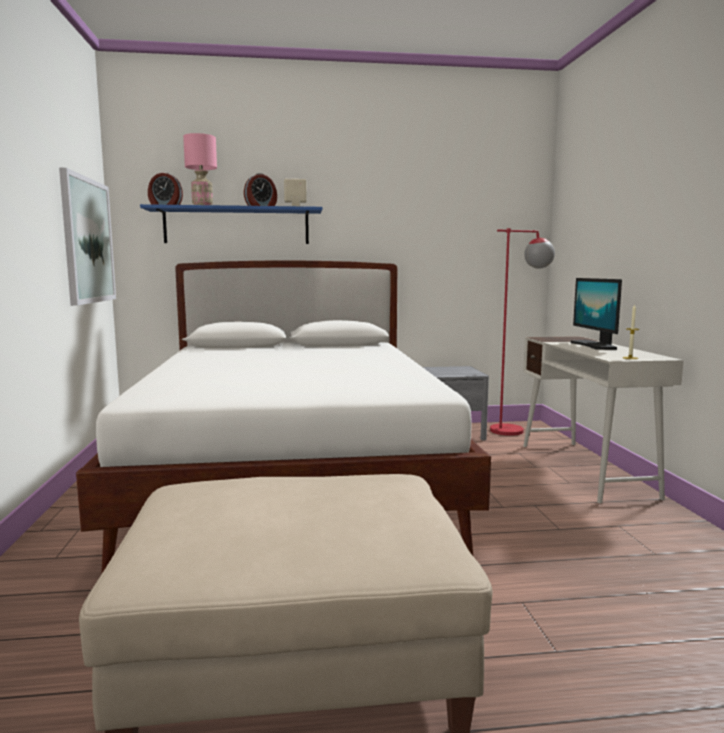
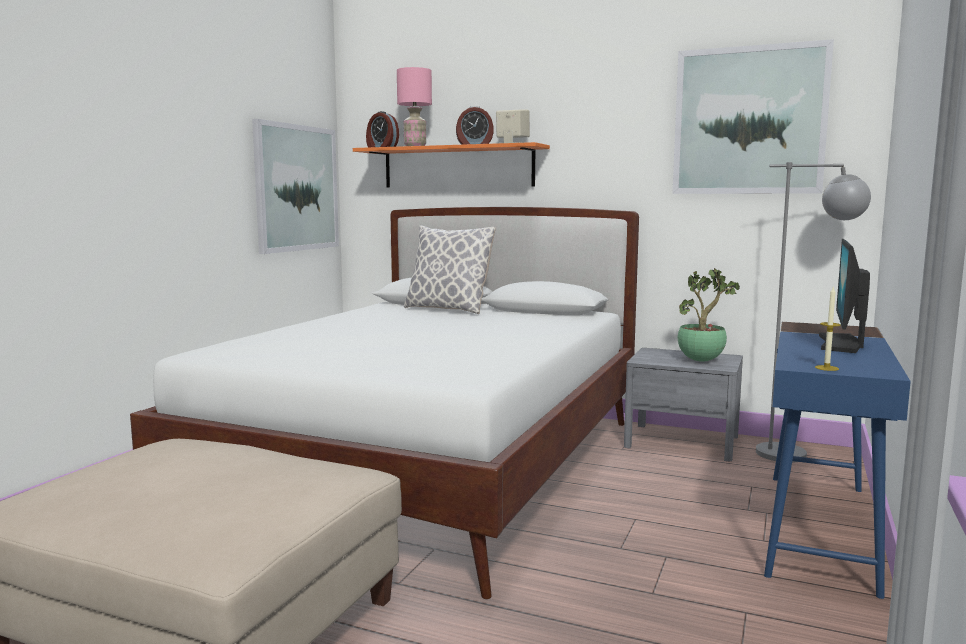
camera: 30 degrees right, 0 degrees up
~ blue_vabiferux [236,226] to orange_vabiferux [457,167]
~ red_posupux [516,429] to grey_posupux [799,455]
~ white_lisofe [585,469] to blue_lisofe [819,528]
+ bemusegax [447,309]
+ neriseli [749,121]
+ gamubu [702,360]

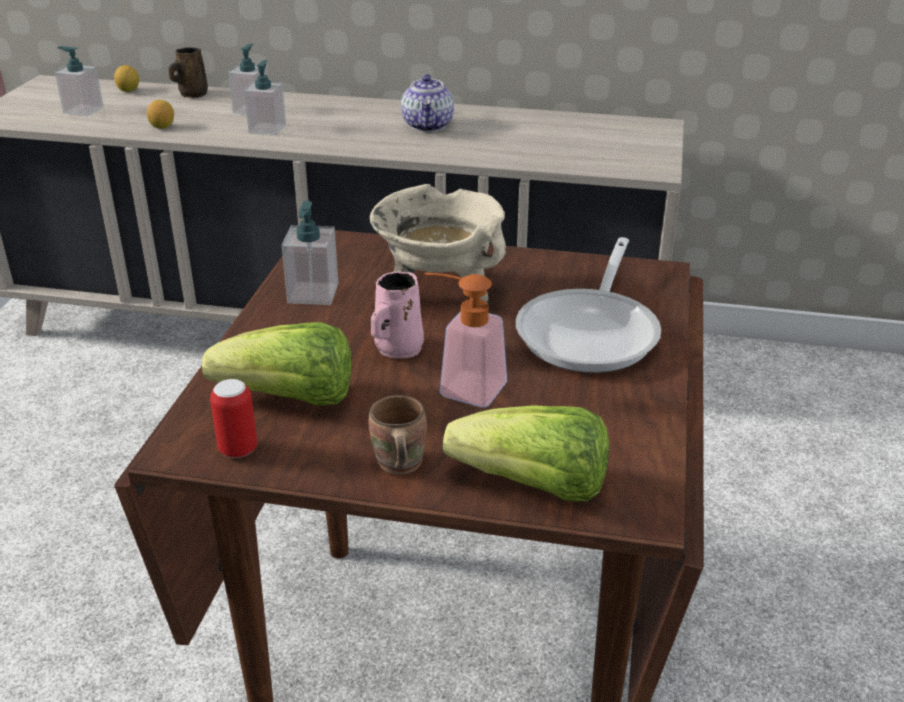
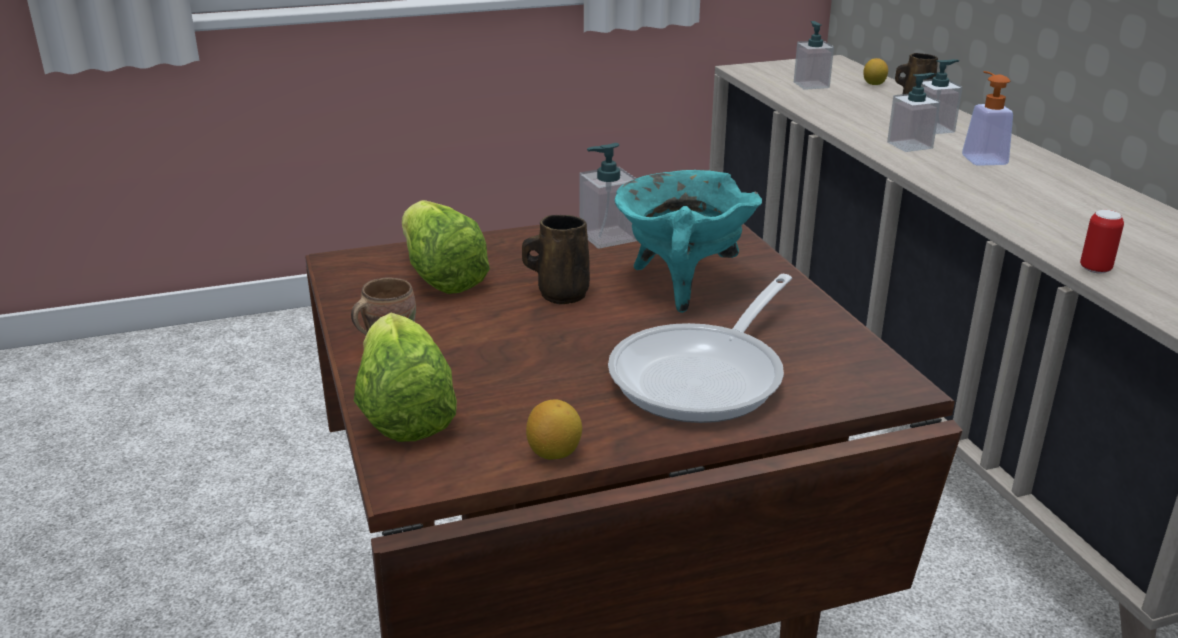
camera: 60 degrees right, 5 degrees down
~ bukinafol [162,127] to [554,453]
~ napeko [238,449] to [1095,269]
~ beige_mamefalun [439,292] to turquoise_mamefalun [681,284]
~ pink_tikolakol [397,349] to brown_tikolakol [560,294]
- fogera [428,126]
~ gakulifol [462,387] to [981,157]
~ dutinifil [591,332] = [705,376] 45 degrees counterclockwise

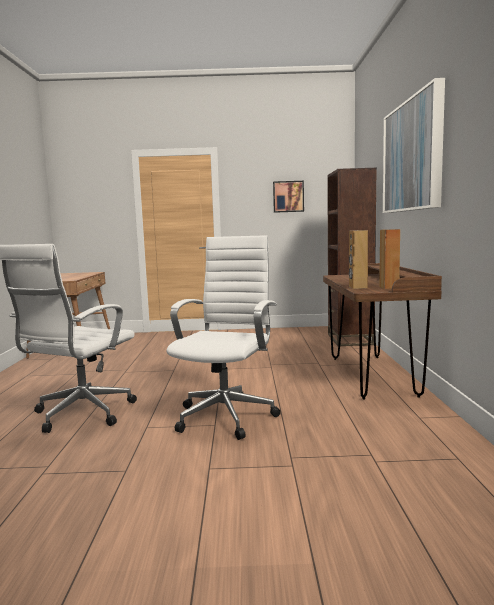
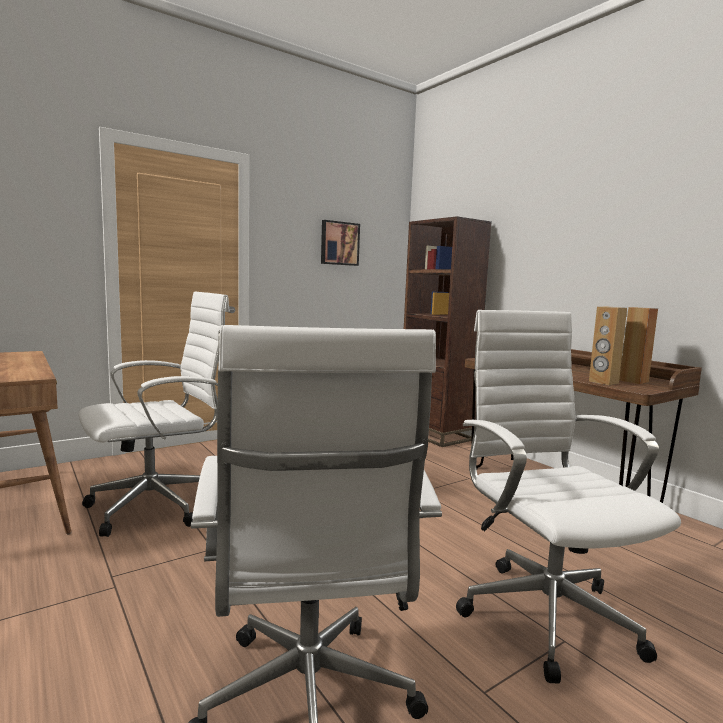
camera: 35 degrees left, 0 degrees up
- neriseli [413,156]
+ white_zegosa [158,506]

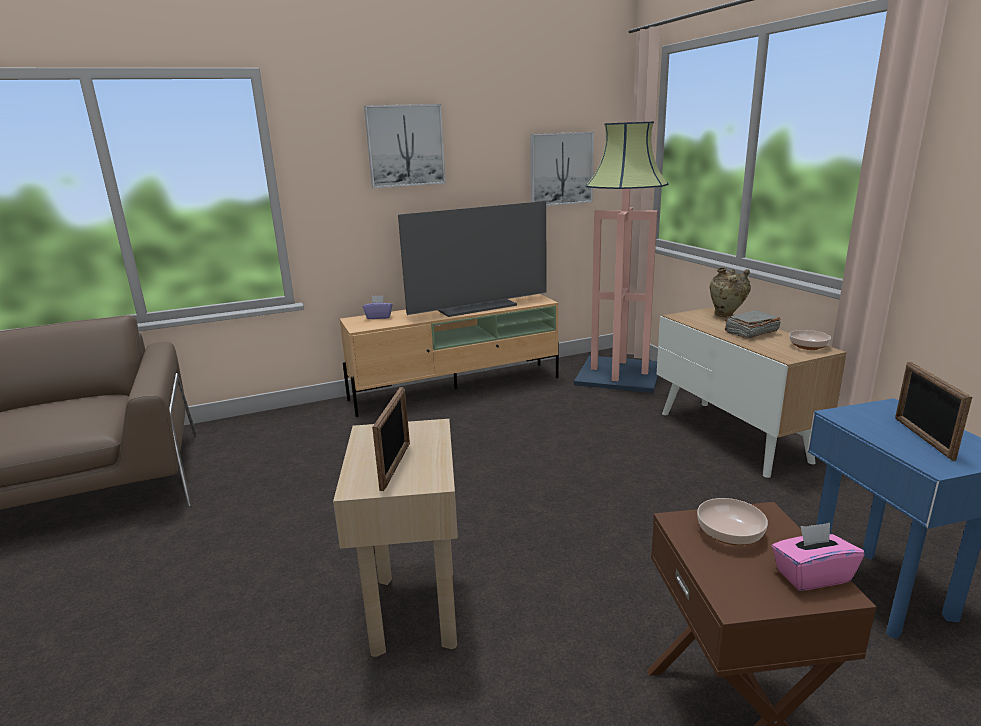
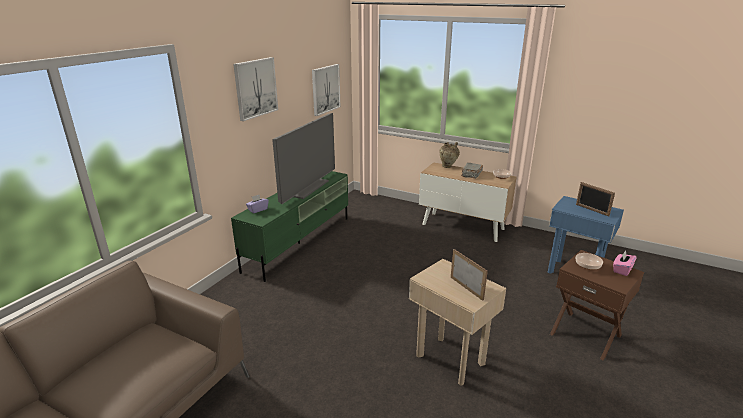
camera: 40 degrees left, 5 degrees up
~ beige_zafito [457,388] to green_zafito [300,243]
- posupux [618,375]

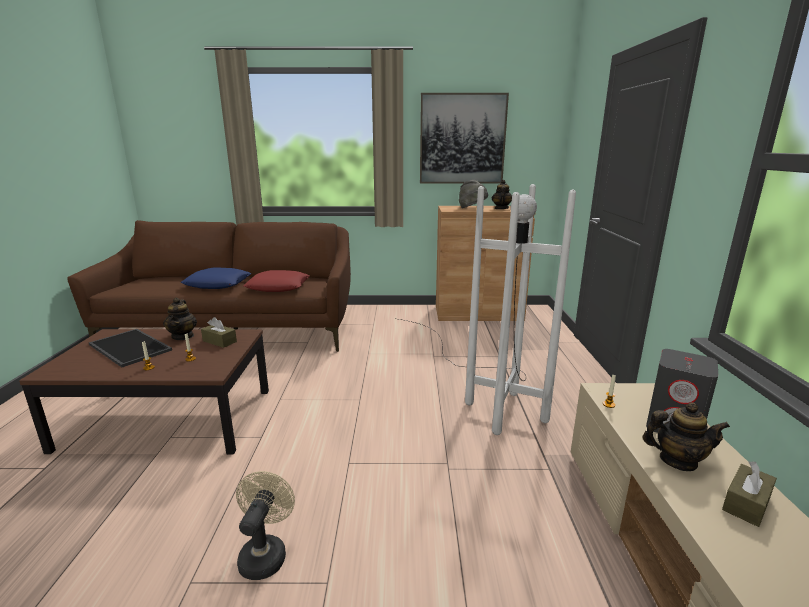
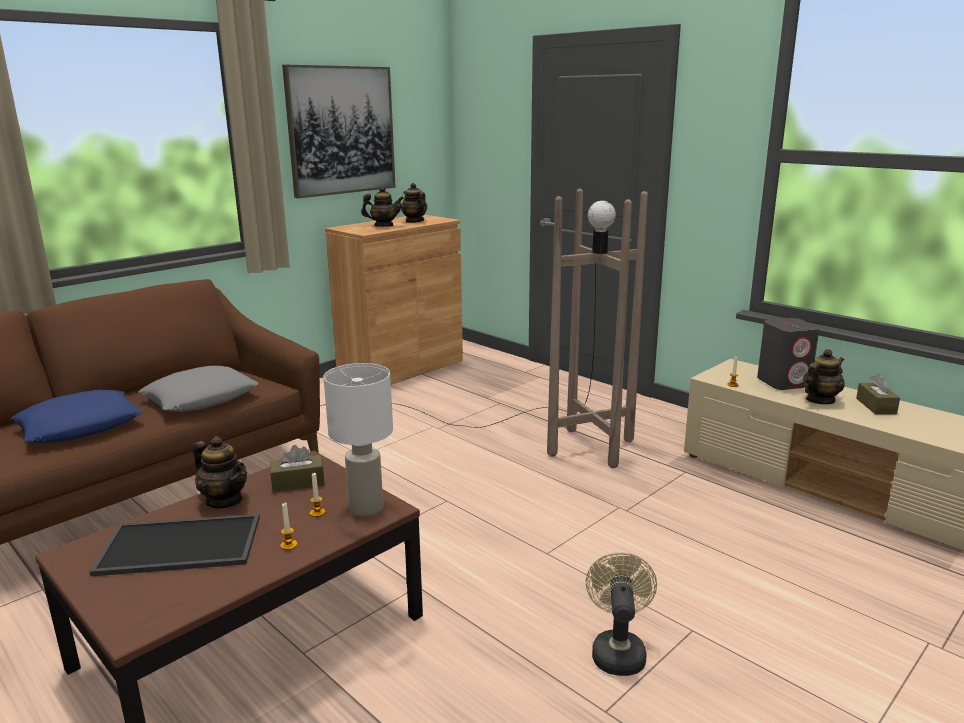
camera: 45 degrees left, 0 degrees up
~ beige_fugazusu [265,553] = [617,650] 45 degrees clockwise
~ red_bemusegax [278,287] to grey_bemusegax [201,398]
~ white_posupux [480,380] to brown_posupux [524,431]
~ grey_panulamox [472,208] to fogera [383,226]
+ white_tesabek [366,507]

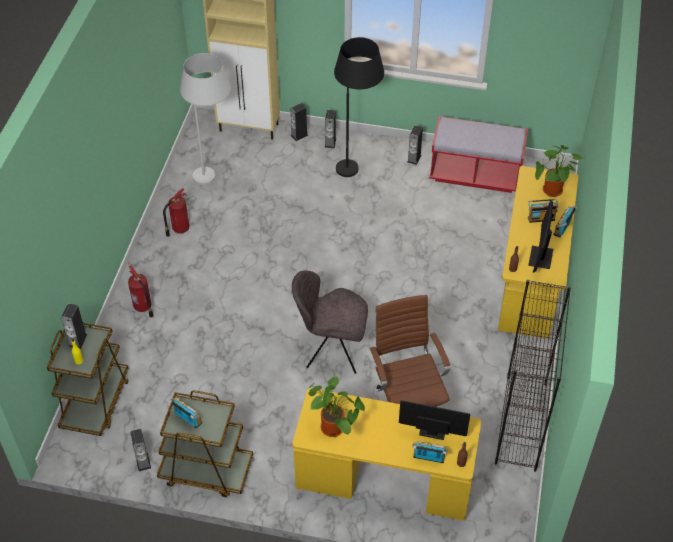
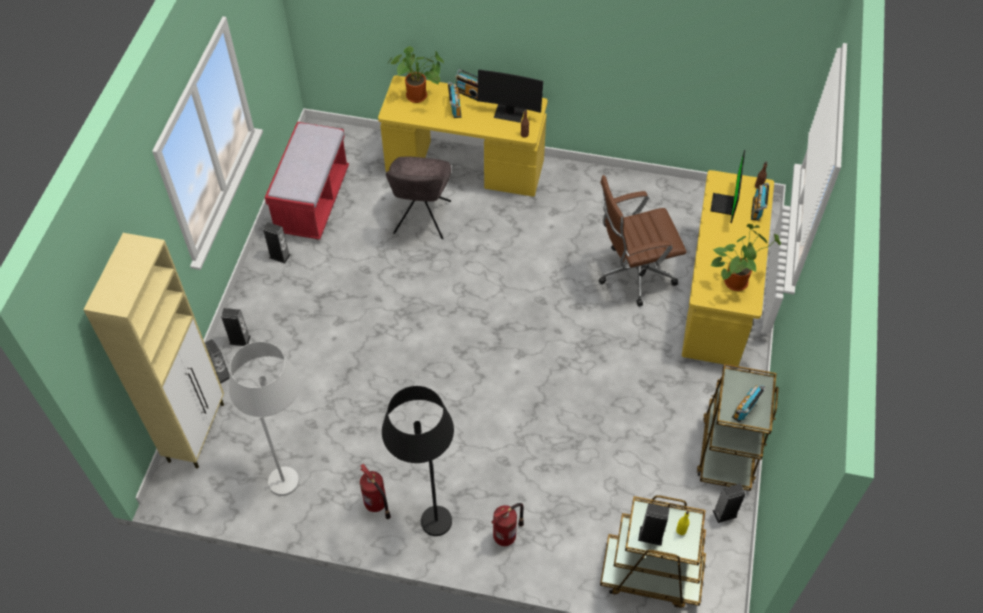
camera: 90 degrees left, 5 degrees up
~ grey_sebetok [332,350] to [421,219]
~ black_posupux [357,163] to [426,508]
- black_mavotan [521,423]

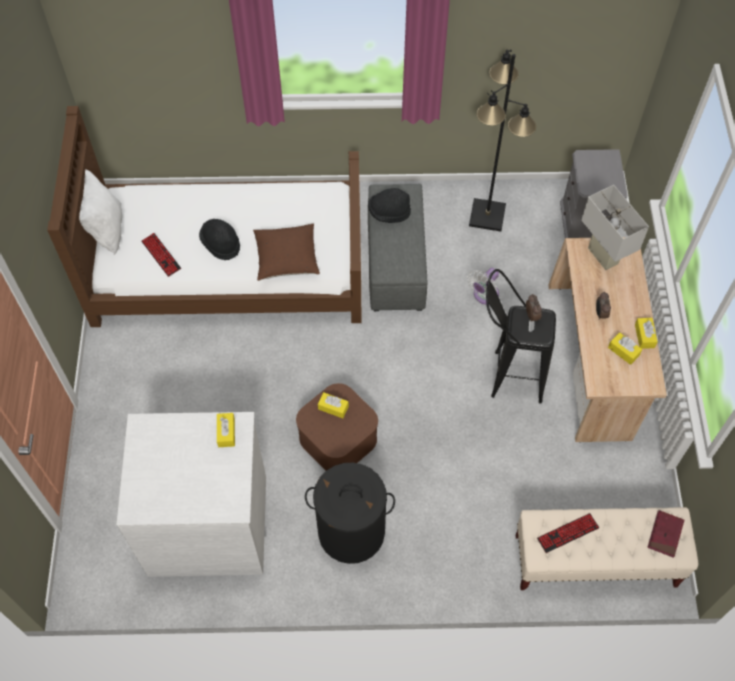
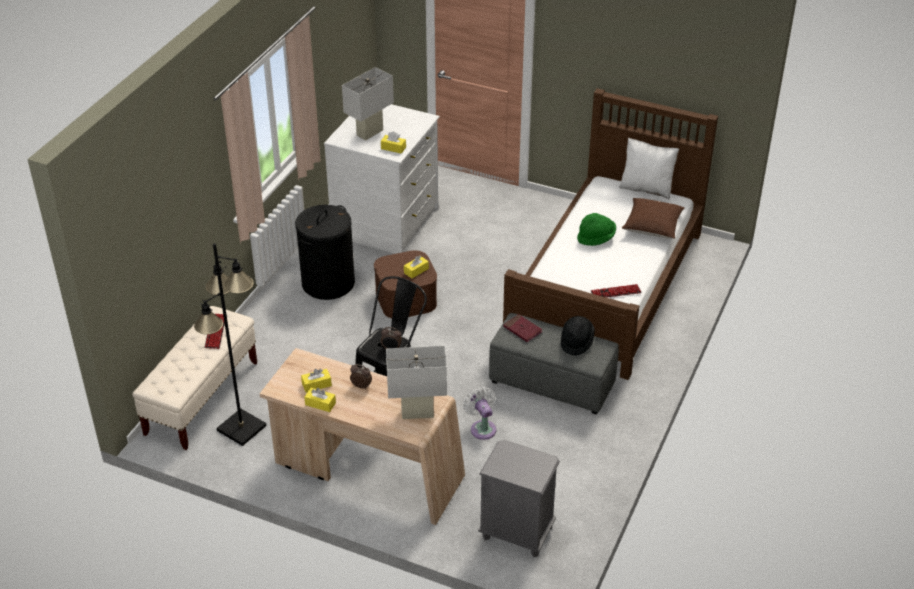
camera: 115 degrees right, 20 degrees down
~ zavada [161,255] to [615,292]
~ black_panulamox [221,244] to green_panulamox [596,238]
~ brown_bemusegax [287,259] to [652,227]
~ black_posupux [488,215] to [241,428]
~ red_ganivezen [665,534] to [522,329]
+ white_tesabek [370,133]

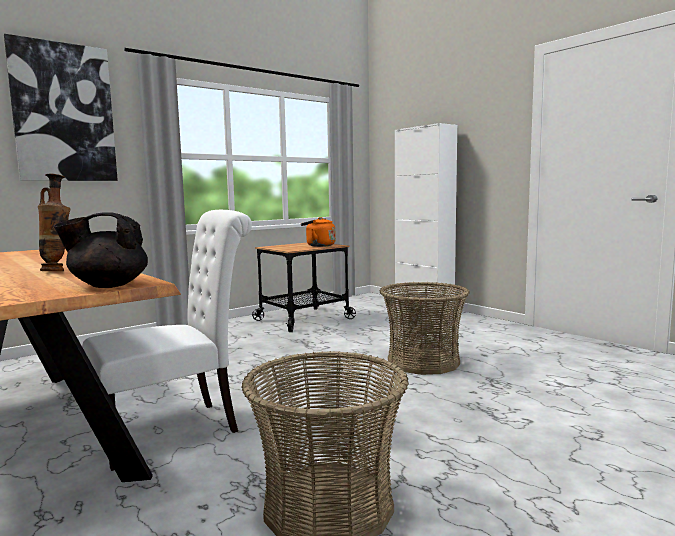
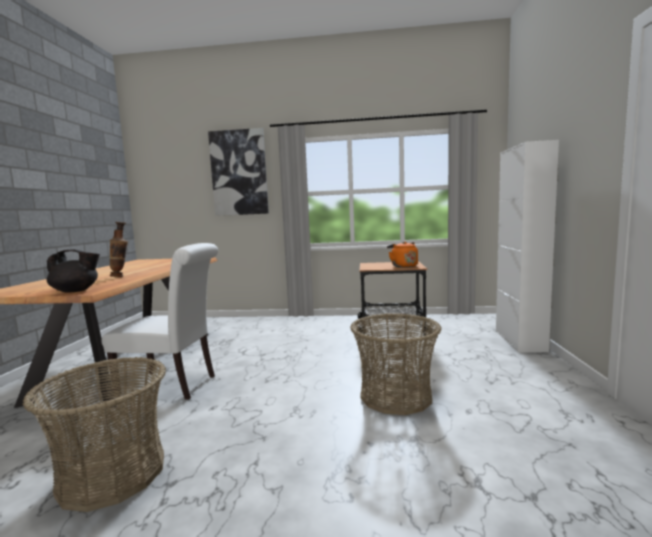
camera: 45 degrees right, 0 degrees up
~ black_fogera [108,285] = [76,291] 135 degrees clockwise

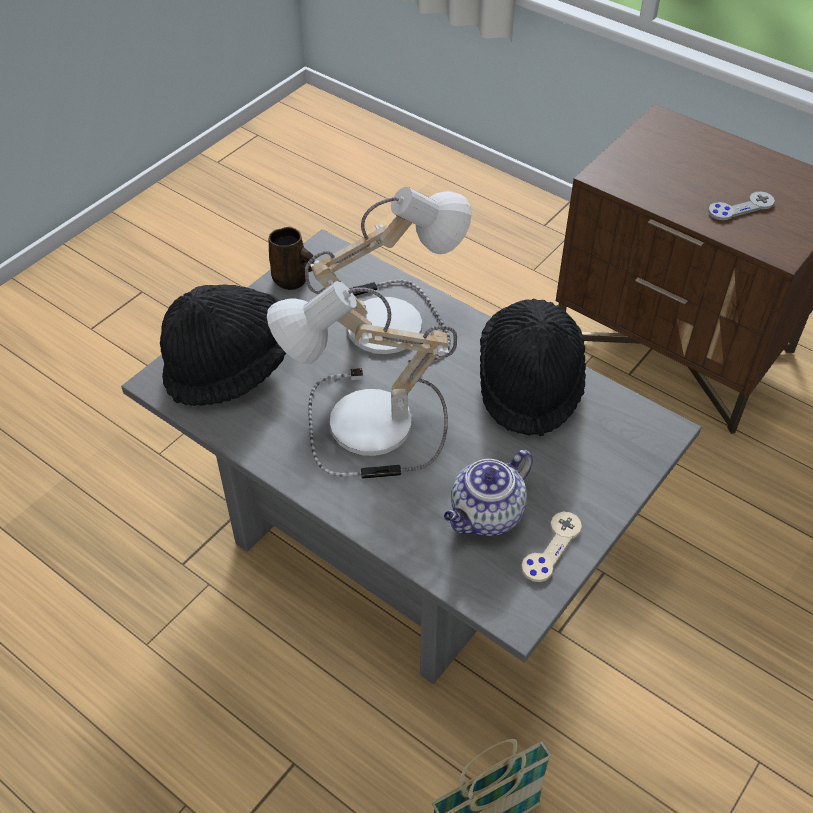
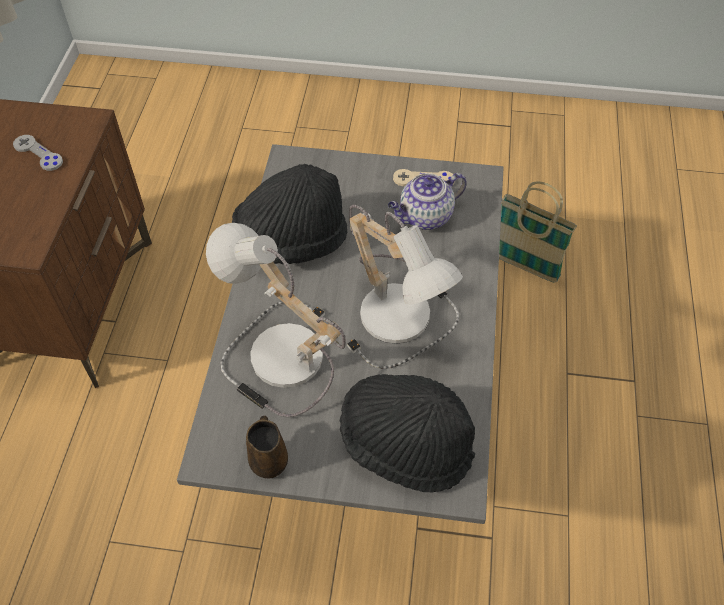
camera: 120 degrees left, 5 degrees up
~ fogera [486,516] = [425,217] 135 degrees clockwise

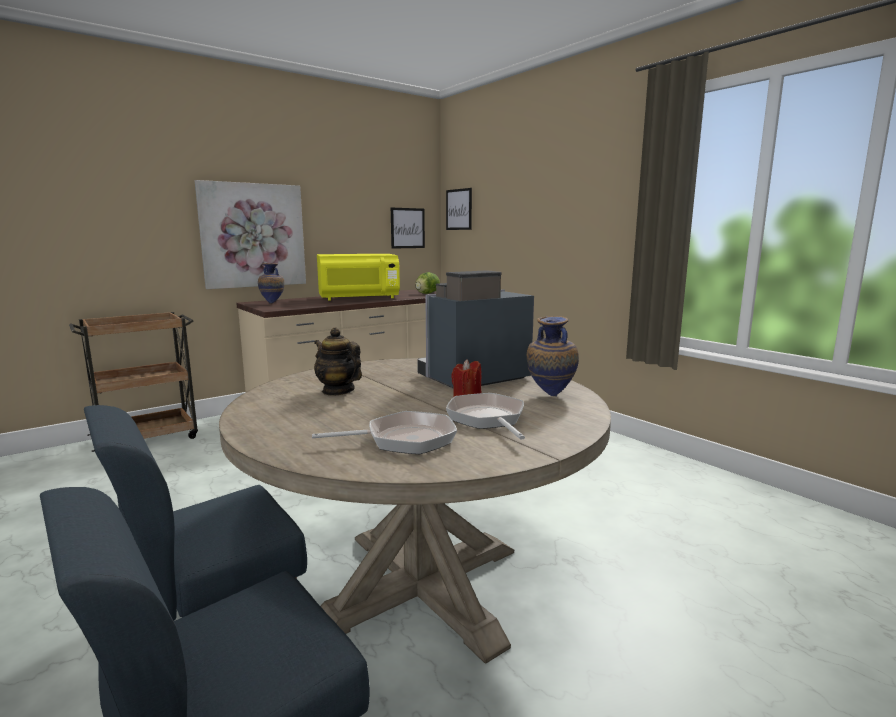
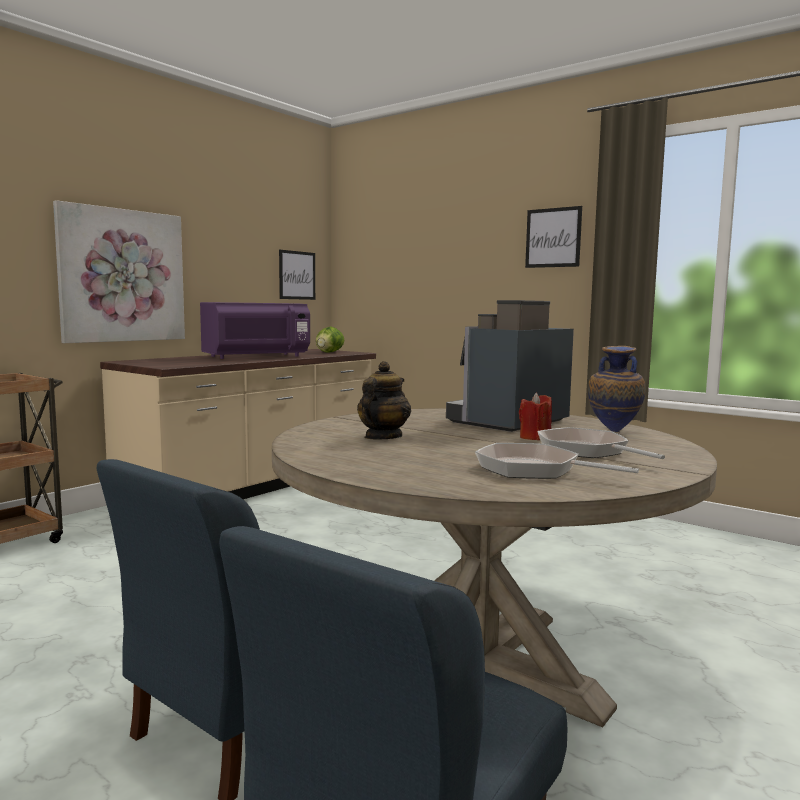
camera: 15 degrees left, 5 degrees down
- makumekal [273,303]
~ dutinifil [404,439] = [534,470] 120 degrees counterclockwise
~ fogera [338,391] = [382,437] 90 degrees clockwise
~ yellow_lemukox [359,298] to purple_lemukox [256,357]
~ neriseli [459,209] to [553,237]

